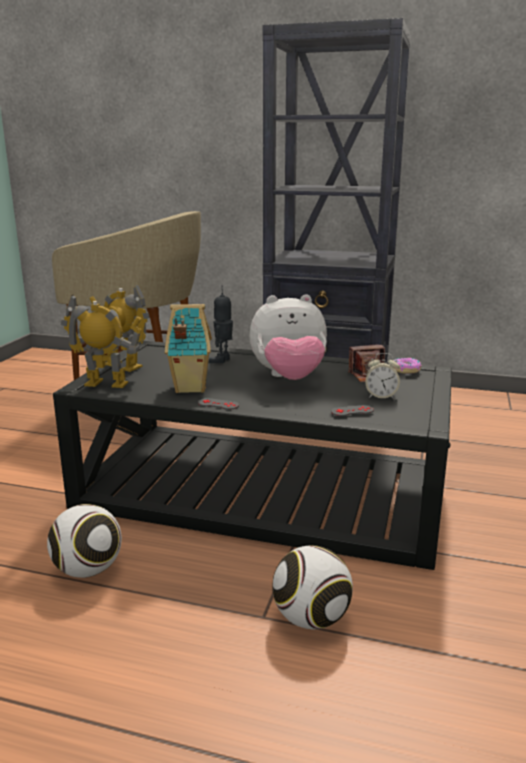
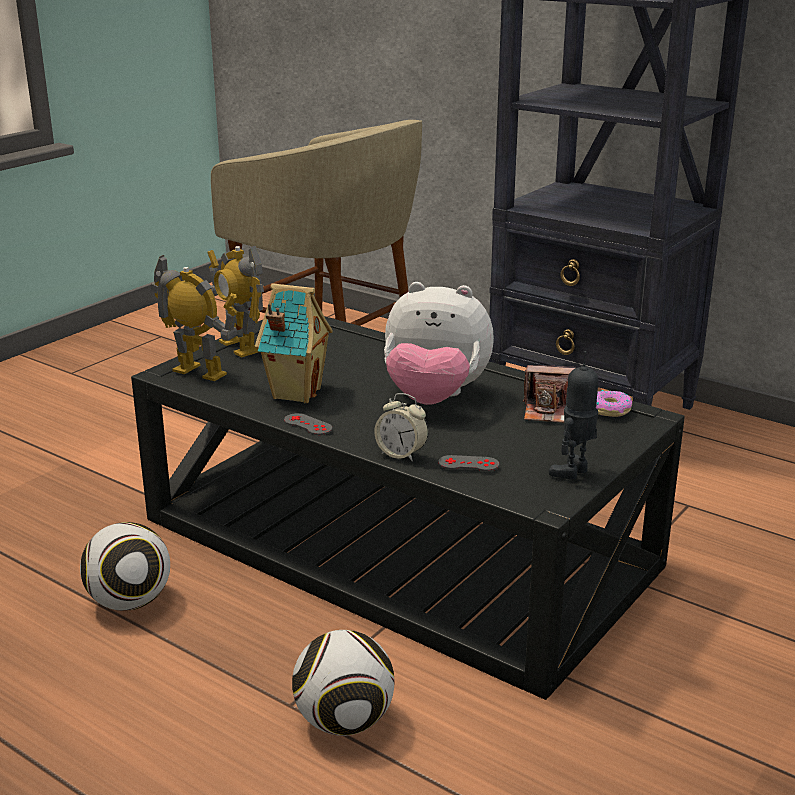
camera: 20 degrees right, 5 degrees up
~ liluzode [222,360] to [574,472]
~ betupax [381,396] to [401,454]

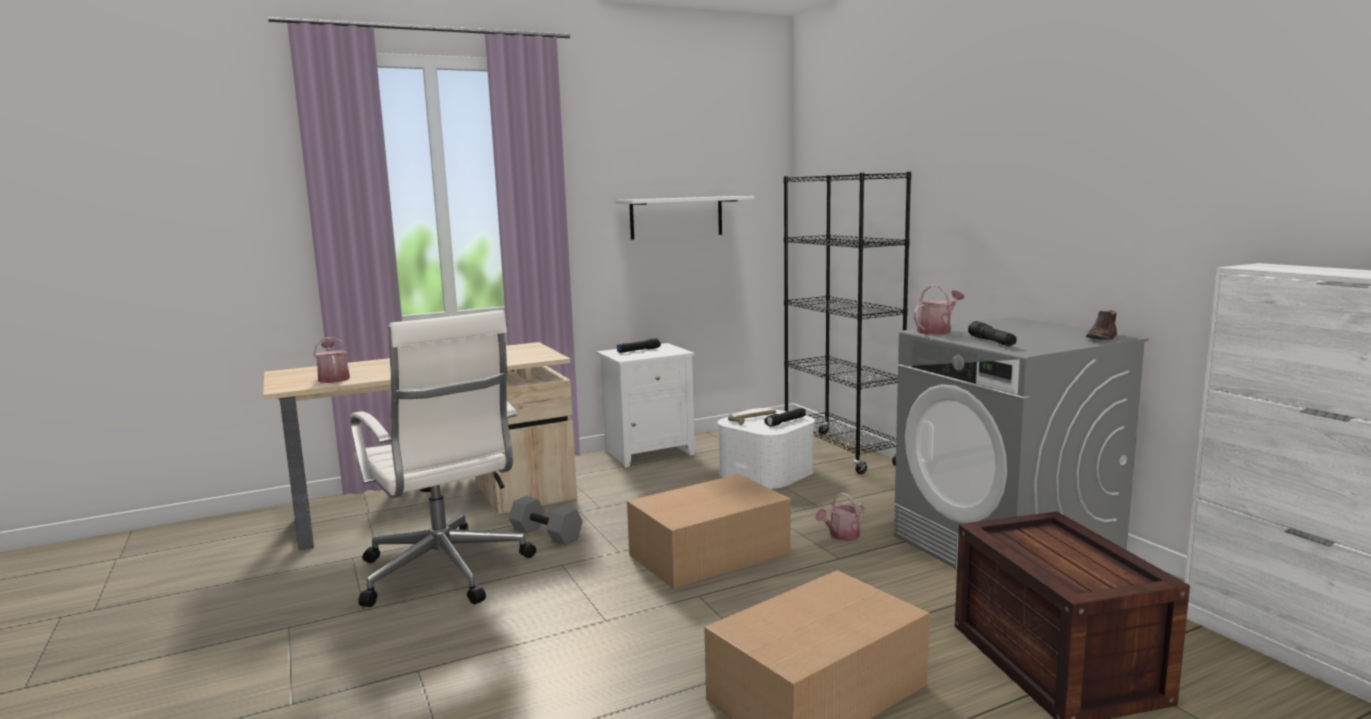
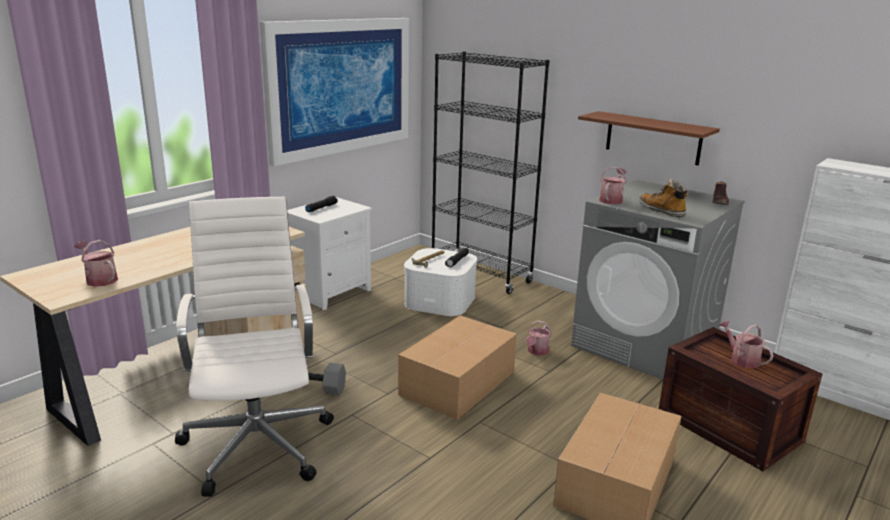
camera: 25 degrees left, 10 degrees up
~ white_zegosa [445,573] = [258,442] 135 degrees counterclockwise
~ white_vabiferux [676,217] to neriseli [340,86]
~ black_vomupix [991,342] to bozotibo [662,211]
+ brown_vabiferux [653,138]
+ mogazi [741,359]

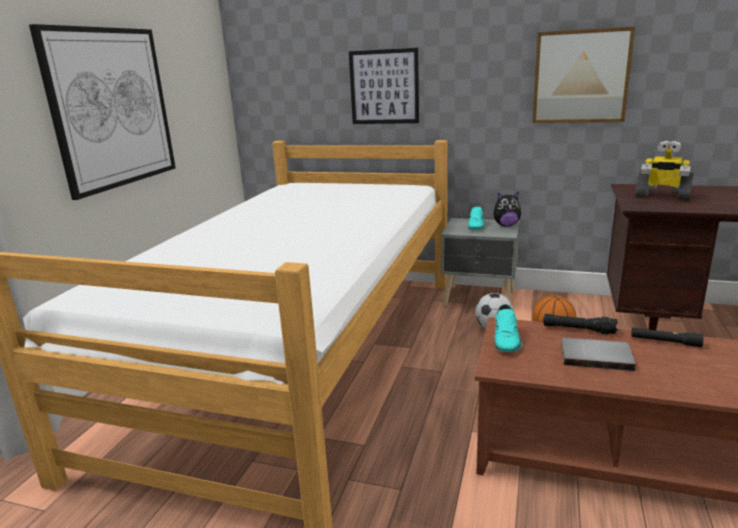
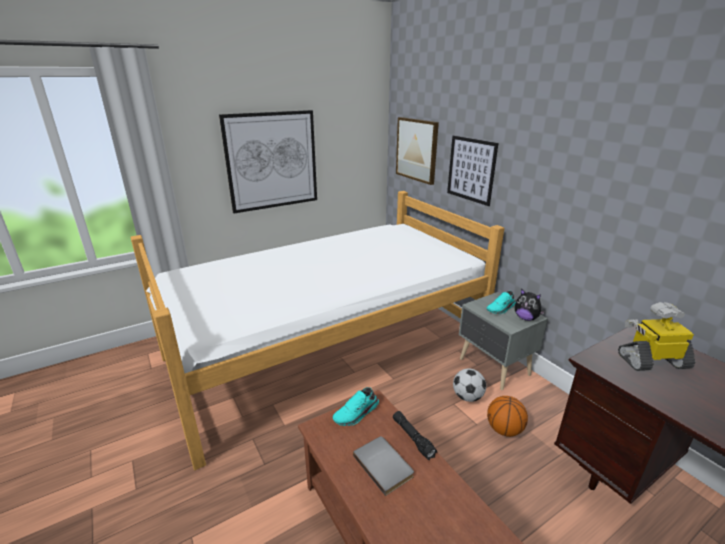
camera: 40 degrees right, 5 degrees up
~ neriseli [580,77] to [417,150]
- black_vomupix [665,342]
~ liluzode [661,196] = [652,361] 105 degrees clockwise

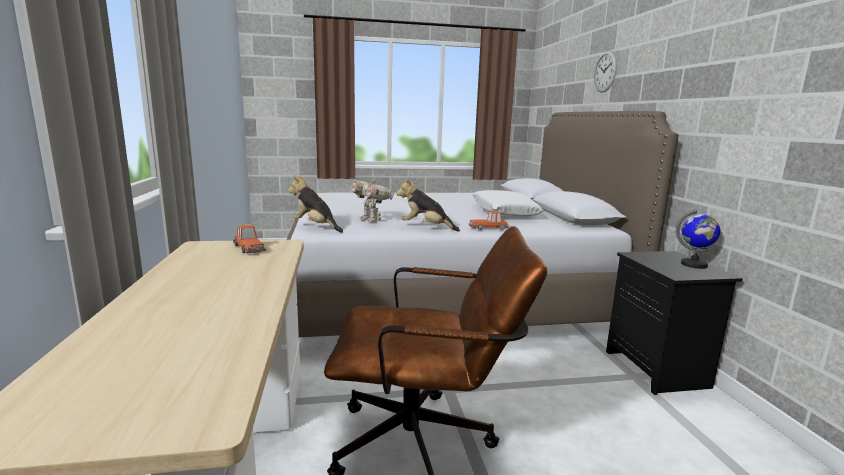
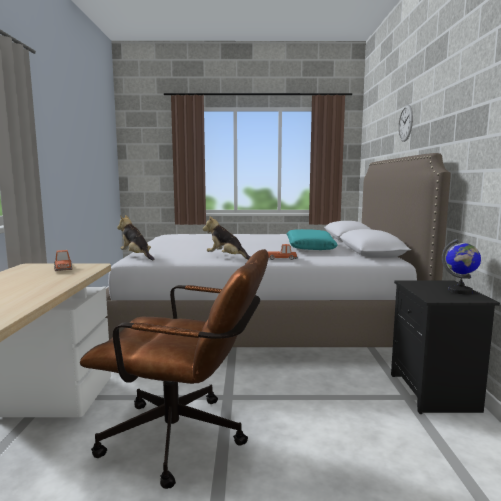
camera: 10 degrees right, 5 degrees down
- liluzode [371,220]
~ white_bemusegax [504,212] to turquoise_bemusegax [309,248]

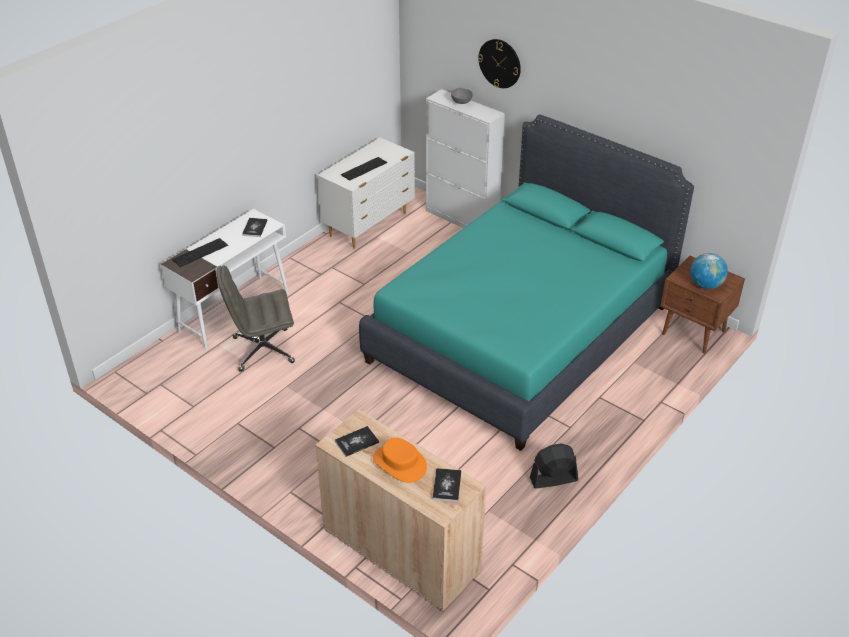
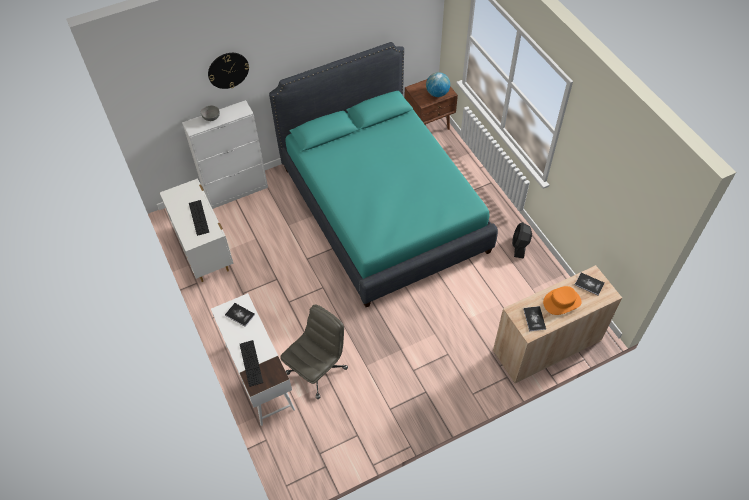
camera: 65 degrees left, 15 degrees up
~ grey_zegosa [262,350] = [317,370] 150 degrees counterclockwise

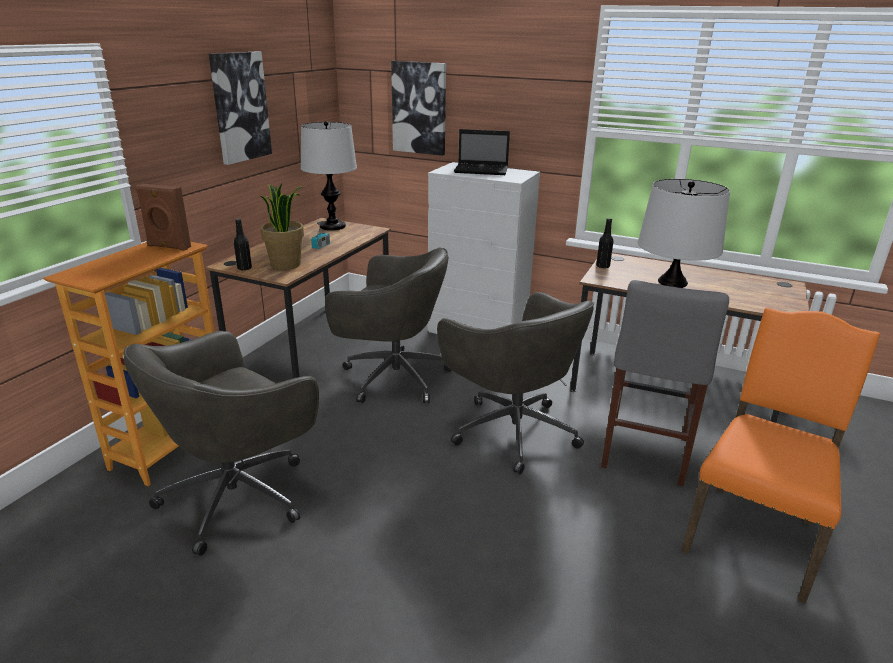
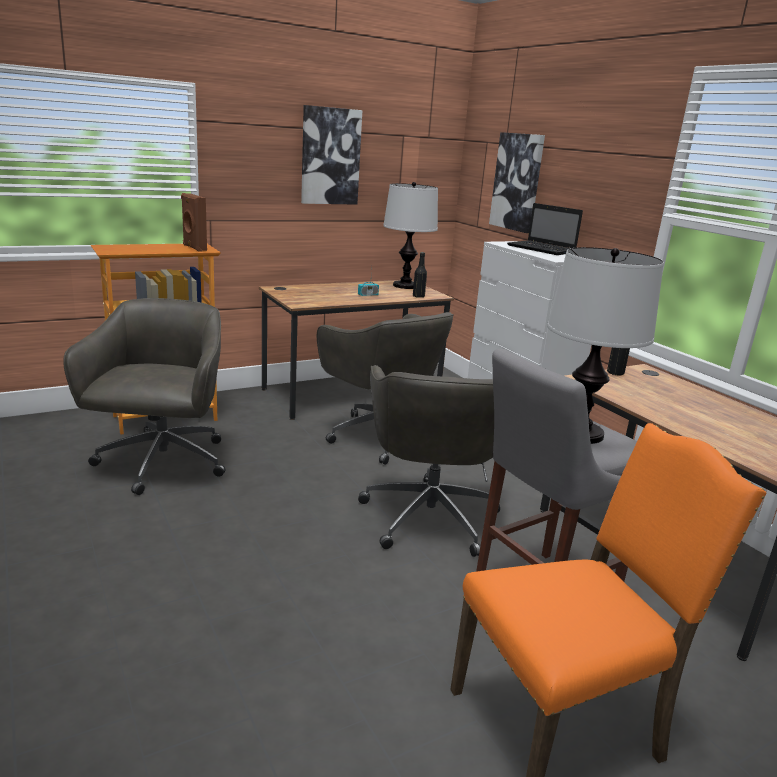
camera: 35 degrees right, 5 degrees down
~ grey_zegosa [239,495] = [161,463] 105 degrees clockwise
~ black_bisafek [244,268] to [418,296]
- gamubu [286,264]

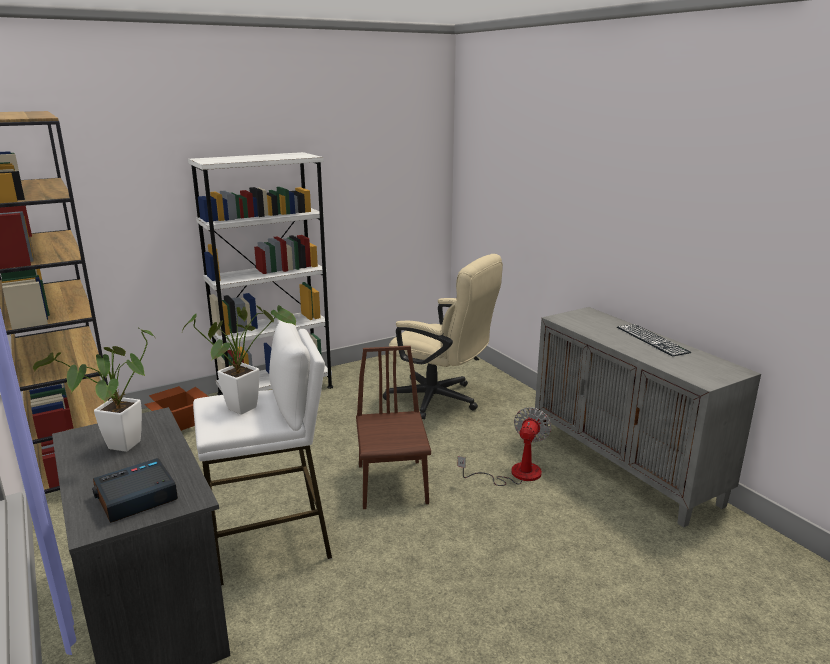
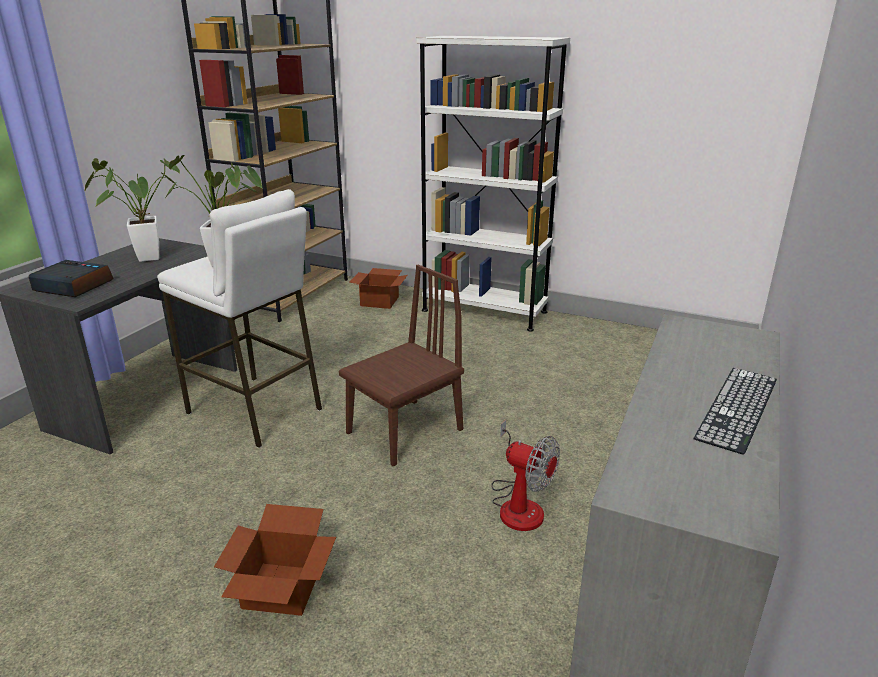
camera: 55 degrees right, 5 degrees up
- beige_zegosa [440,400]
~ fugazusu [515,474] = [518,504] 45 degrees clockwise
+ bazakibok [279,590]

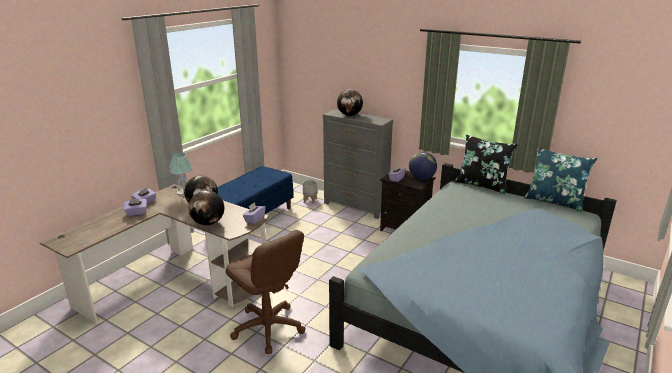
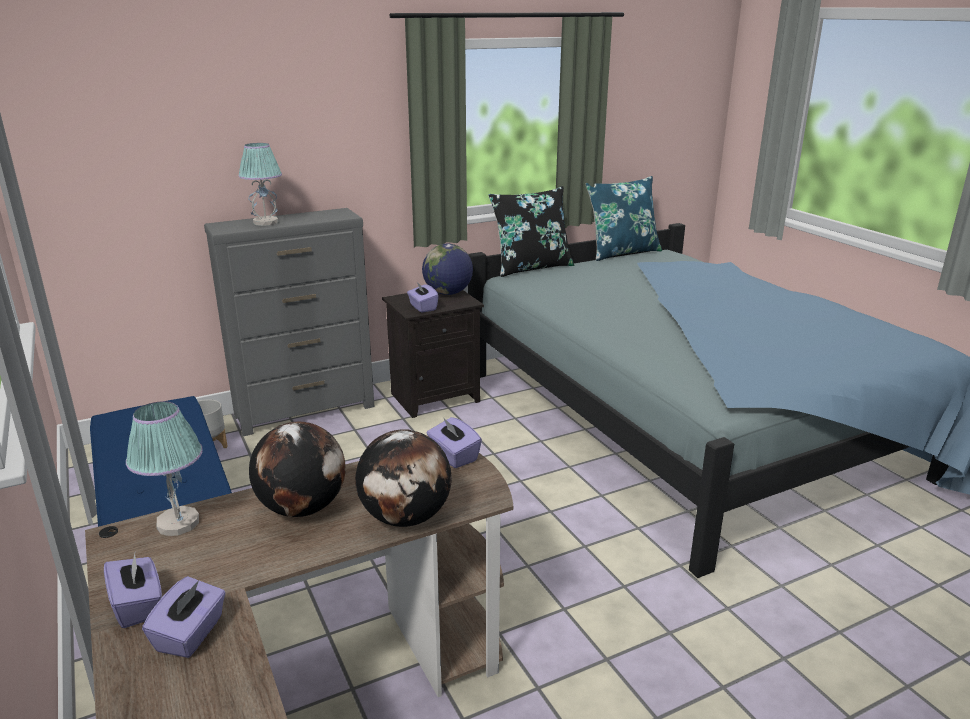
camera: 60 degrees left, 0 degrees up
- brown_zegosa [268,328]
~ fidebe [350,115] to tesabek [266,222]

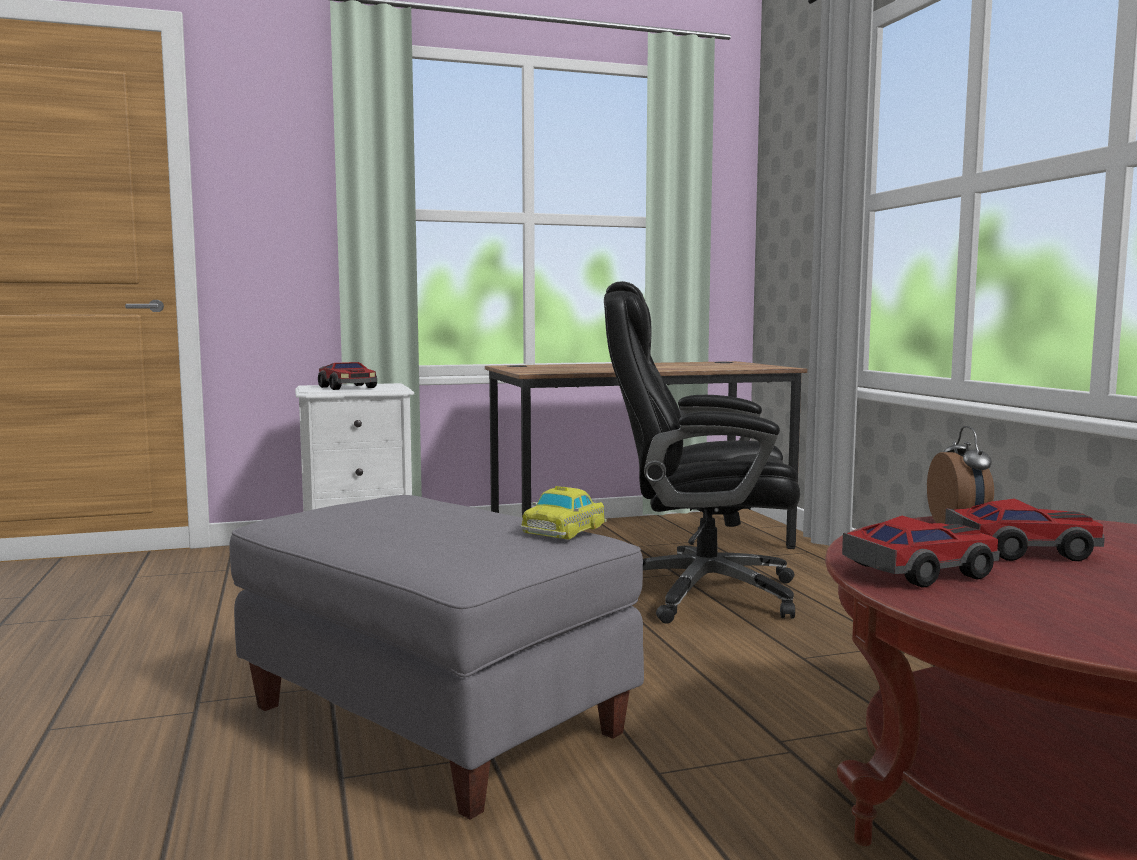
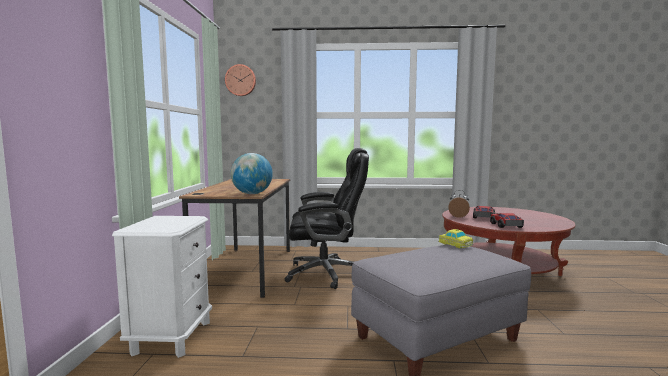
camera: 70 degrees left, 0 degrees up
- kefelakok [347,387]
~ black_zegosa [698,593] = [326,273] 120 degrees counterclockwise
+ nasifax [241,80]
+ fidebe [252,194]

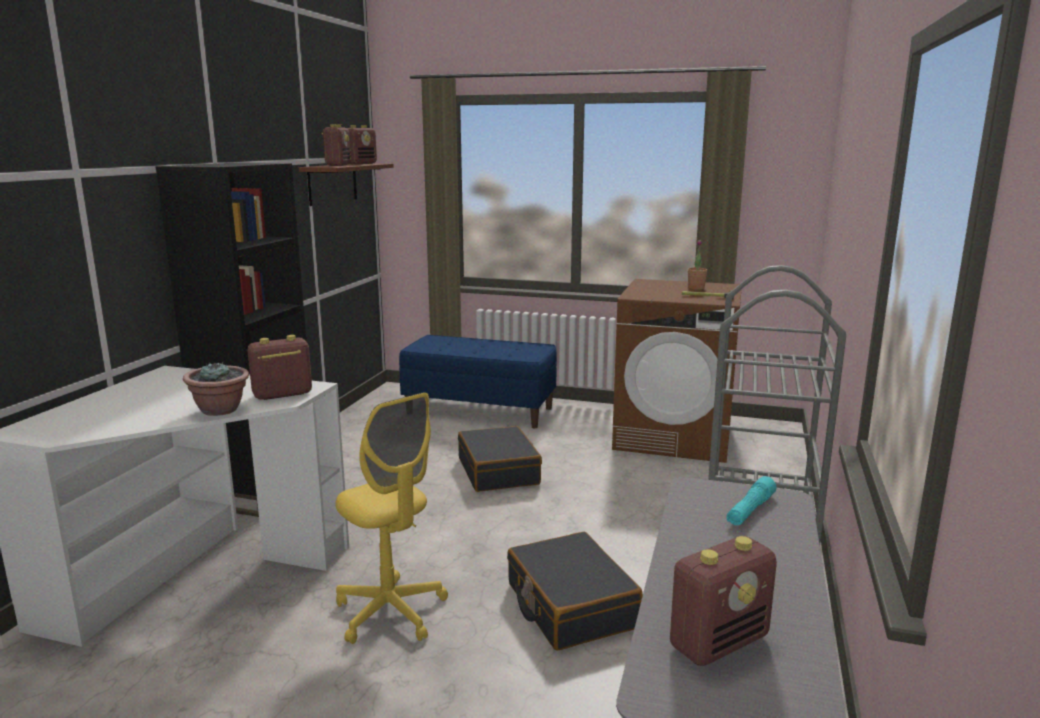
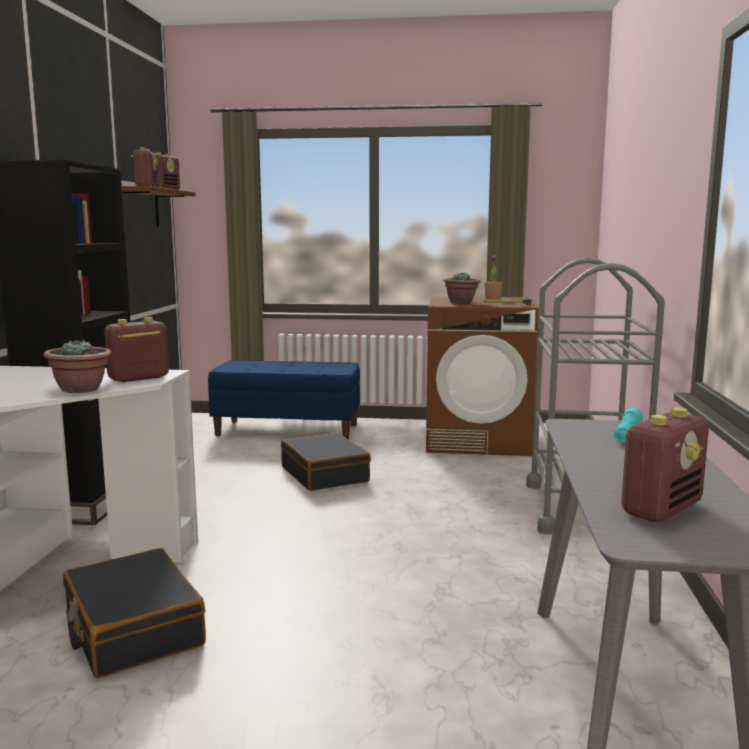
camera: 10 degrees left, 5 degrees down
- yellow_zegosa [391,612]
~ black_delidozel [570,605] to [132,630]
+ gamubu [461,302]

